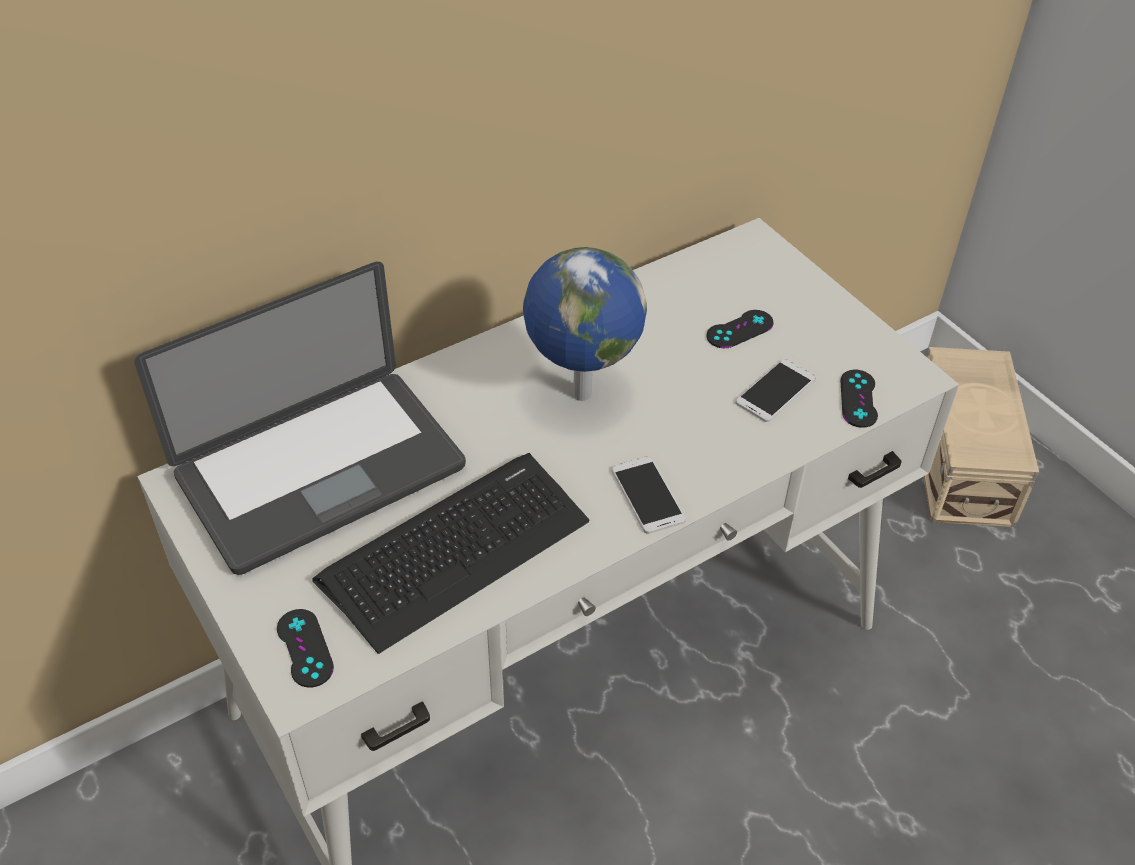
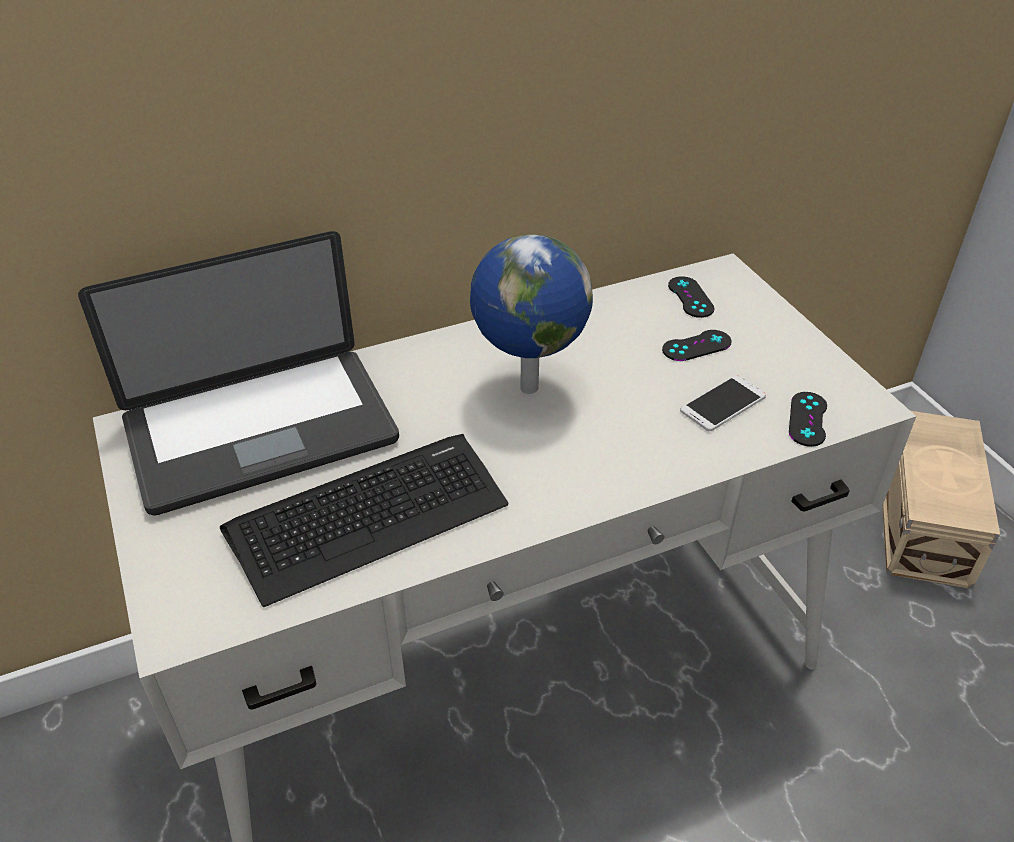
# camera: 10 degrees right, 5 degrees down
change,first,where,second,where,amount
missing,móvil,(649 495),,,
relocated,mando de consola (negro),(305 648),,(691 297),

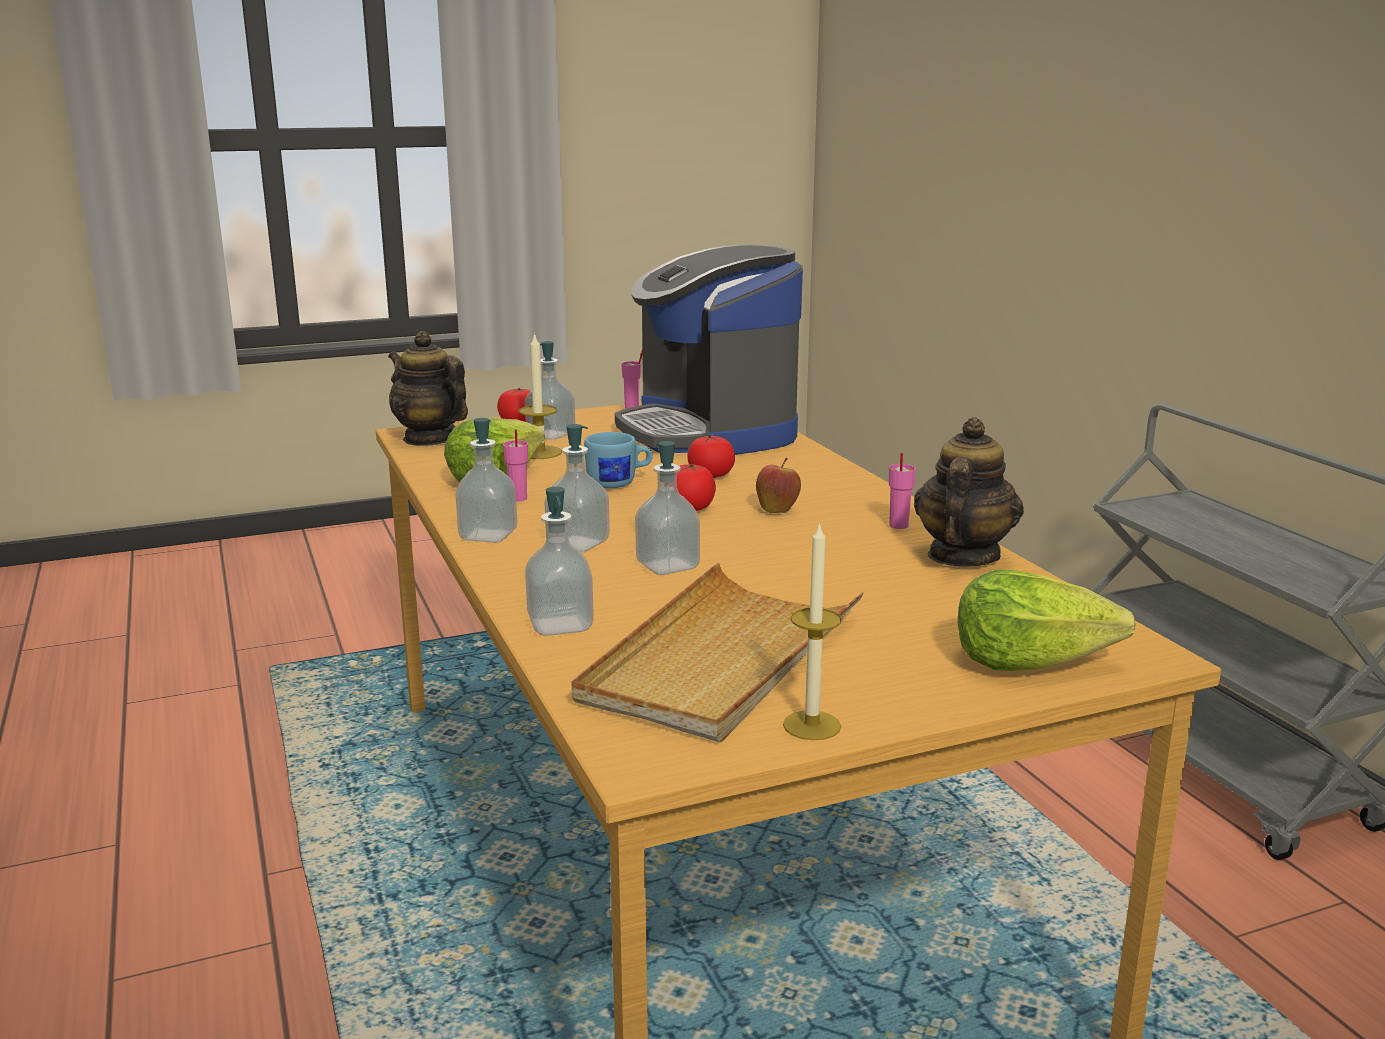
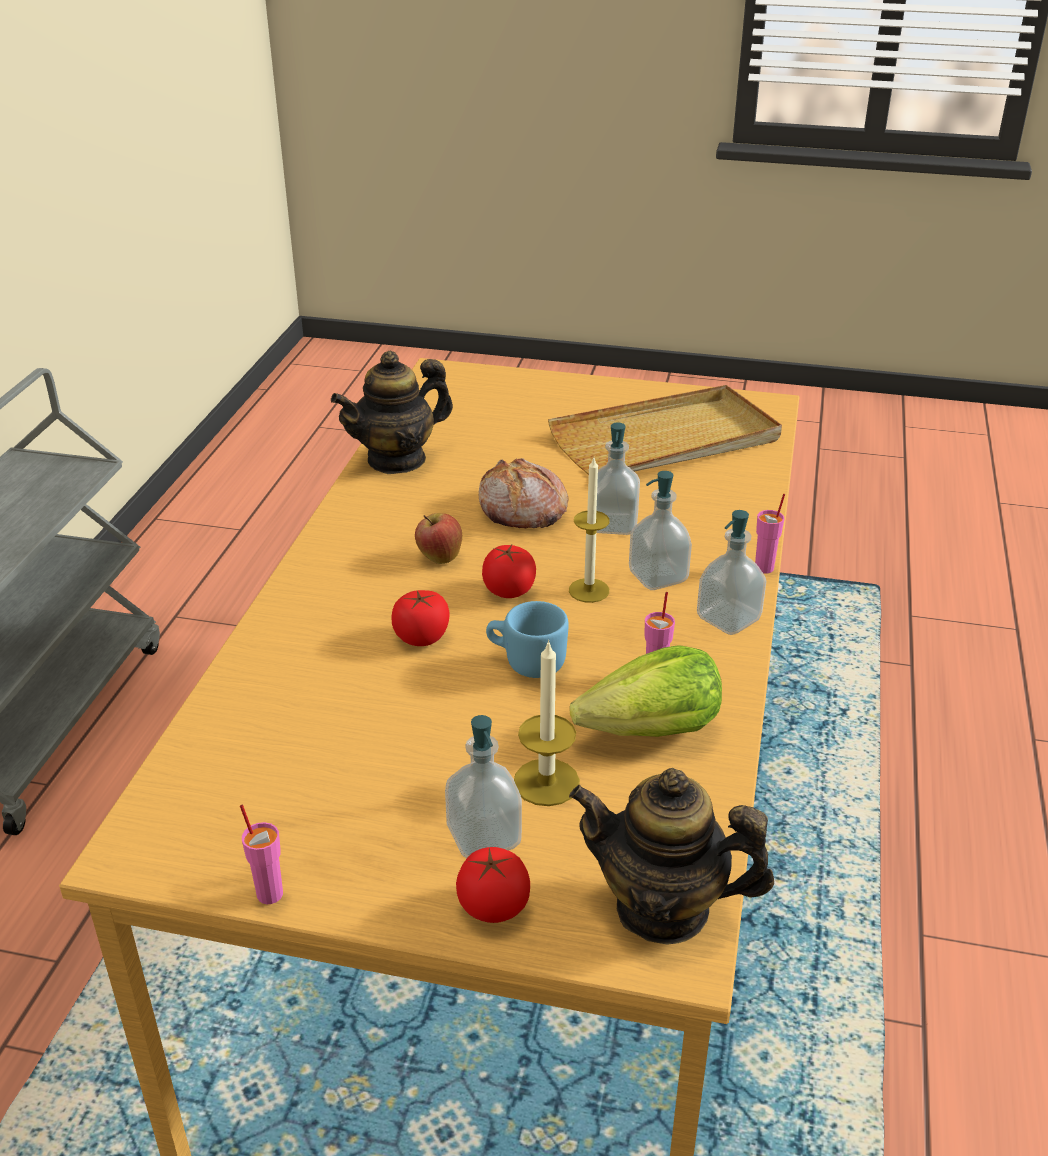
# camera: 145 degrees left, 15 degrees up
change,first,where,second,where,amount
missing,cafetera,(709 349),,,
spun,tetera,(428 388),,(671 856),120 degrees clockwise
relocated,taza (rosa),(902 491),,(770 534),
missing,dispensador de jabón,(559 561),,,
relocated,vela,(812 631),,(589 530),
missing,lechuga,(1047 620),,,
appeared,,,pan,(523 493),

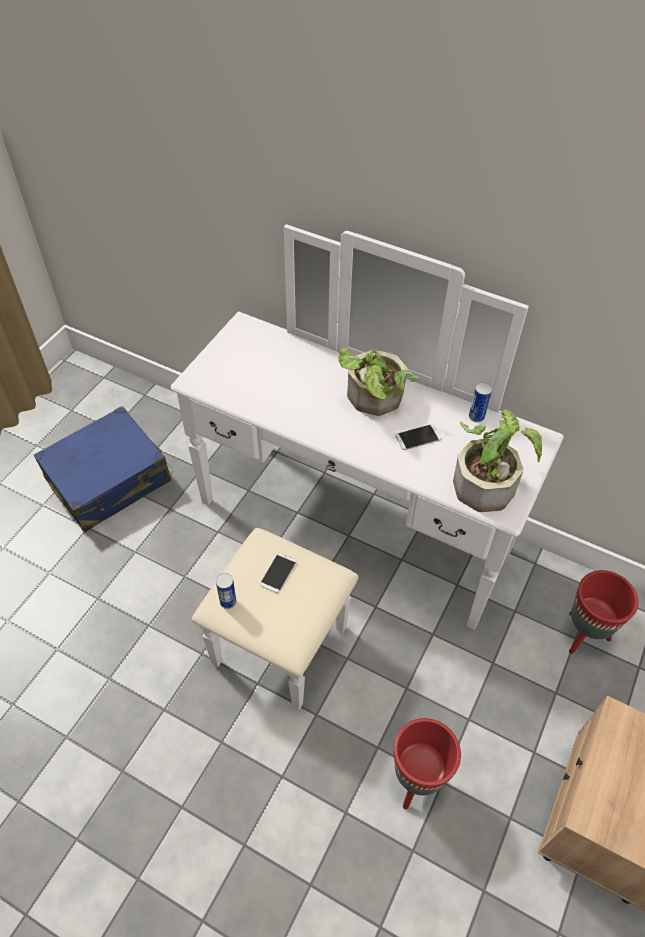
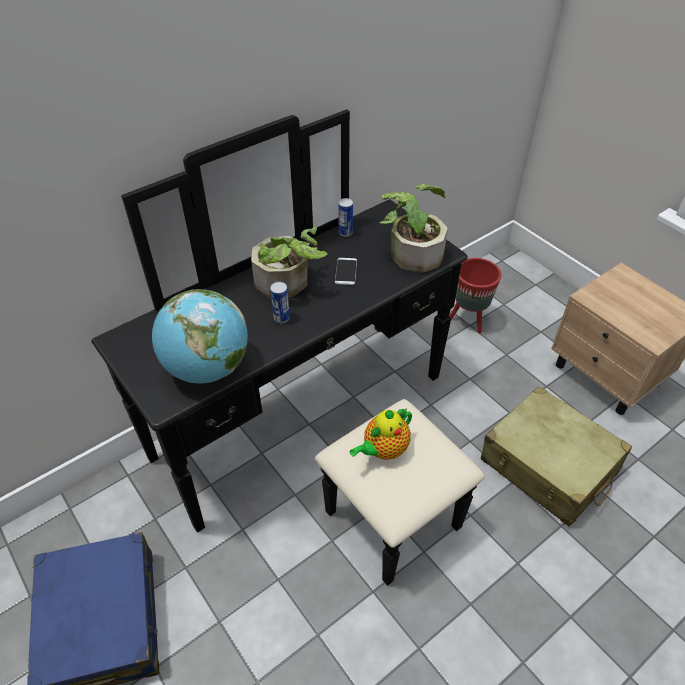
# camera: 65 degrees left, 5 degrees down
change,first,where,second,where,amount
colour,cómoda (blanco),(367 467),cómoda (negro),(288 347),
exchanged,móvil,(278 573),tetera,(381 434),
relocated,lata,(226 591),,(280 303),
exchanged,maceta (rojo),(427 763),maleta (beis),(556 456),
appeared,,,globo terráqueo,(200 336),

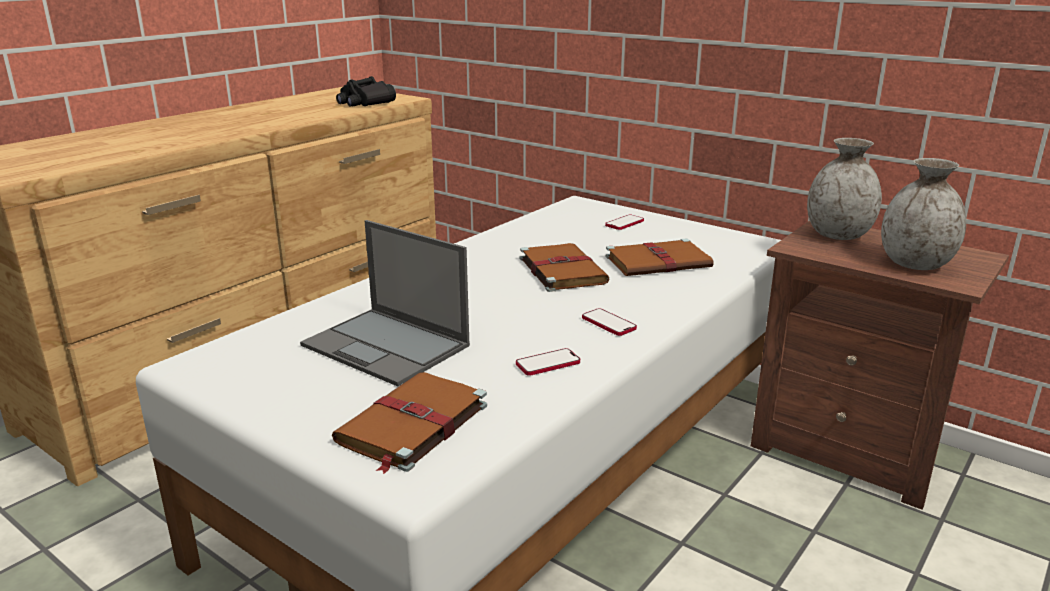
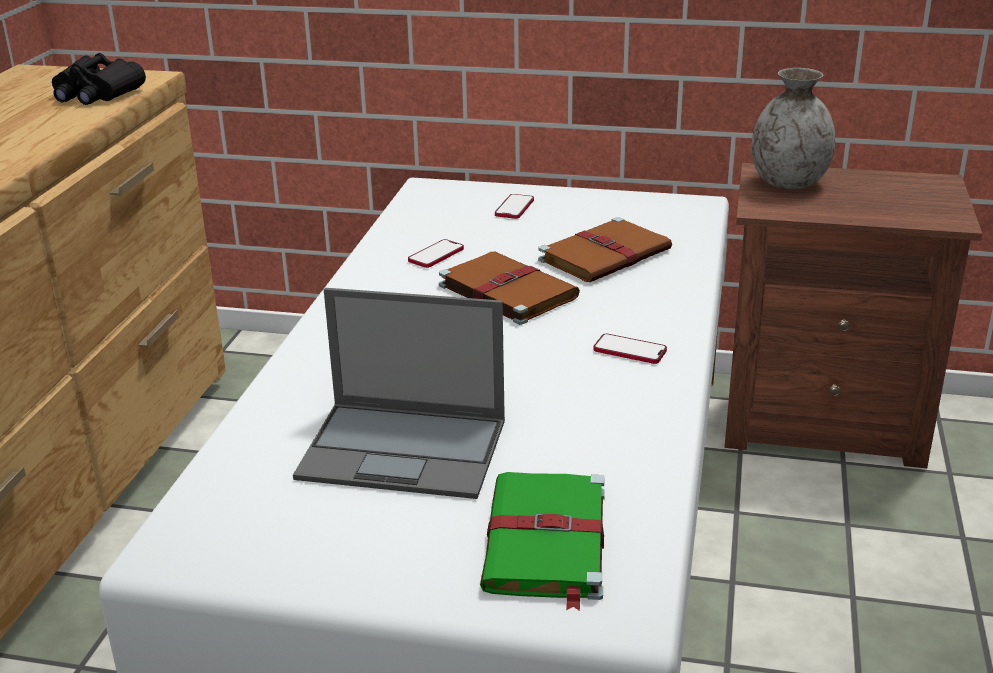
# camera: 25 degrees left, 5 degrees up
change,first,where,second,where,amount
missing,florero (gris),(923 214),,,
relocated,móvil,(548 362),,(436 253),
colour,libro (marrón),(409 423),libro (verde),(542 541),

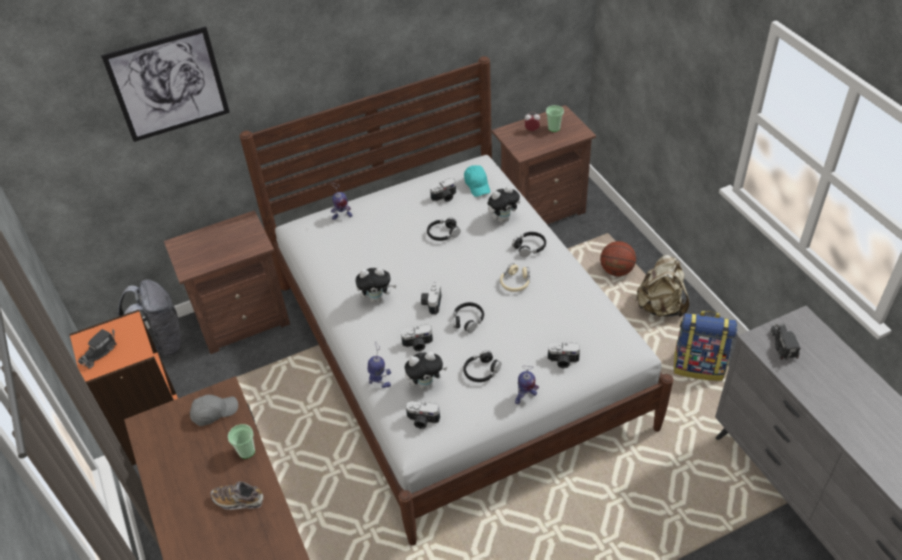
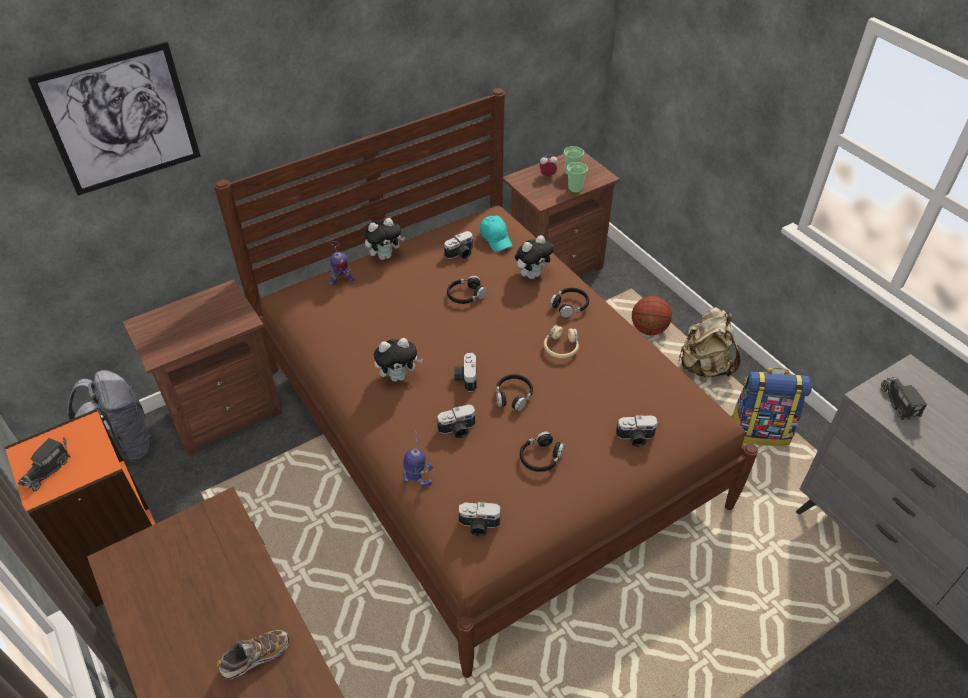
# camera: 10 degrees left, 0 degrees up
change,first,where,second,where,amount
colour,cama (blanco),(457 301),cama (marrón),(486 383),
relocated,peluche,(426 370),,(384 239),
missing,robot de juguete,(527 385),,,
missing,gorra (gris),(214 410),,,
relocated,taza,(241 441),,(577 177),
spun,zapato,(237 495),,(252 655),150 degrees clockwise

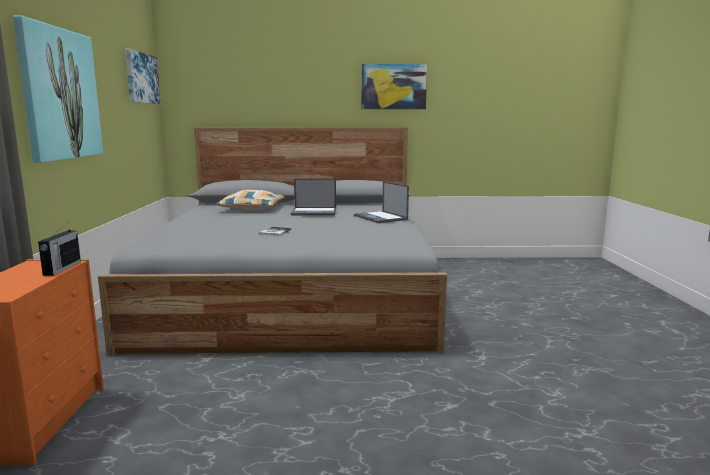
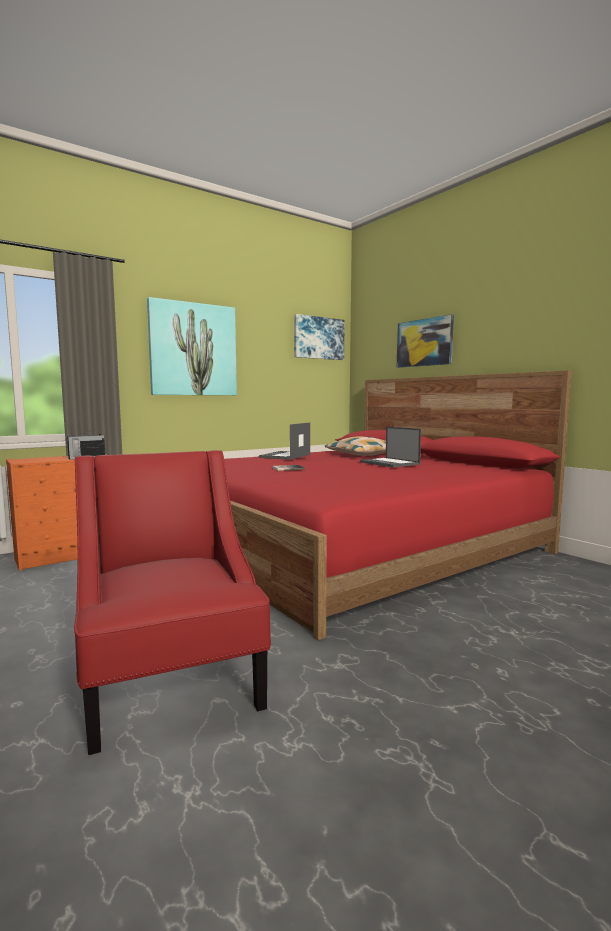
# camera: 55 degrees right, 5 degrees down
change,first,where,second,where,amount
relocated,cuadro,(394 86),,(425 341),
colour,cama (gris),(272 241),cama (rojo),(398 505),
relocated,portátil,(381 202),,(284 441),
appeared,,,sillón (rojo),(172 602),

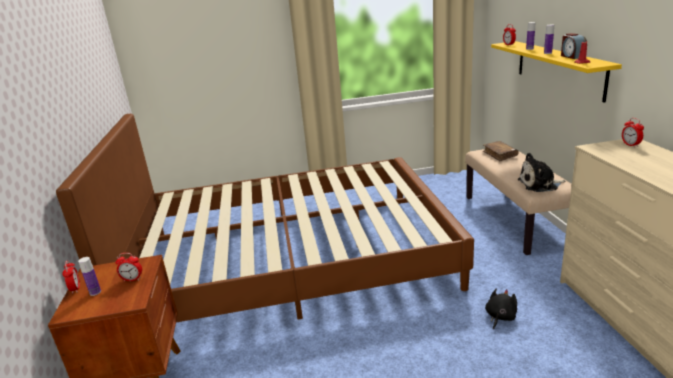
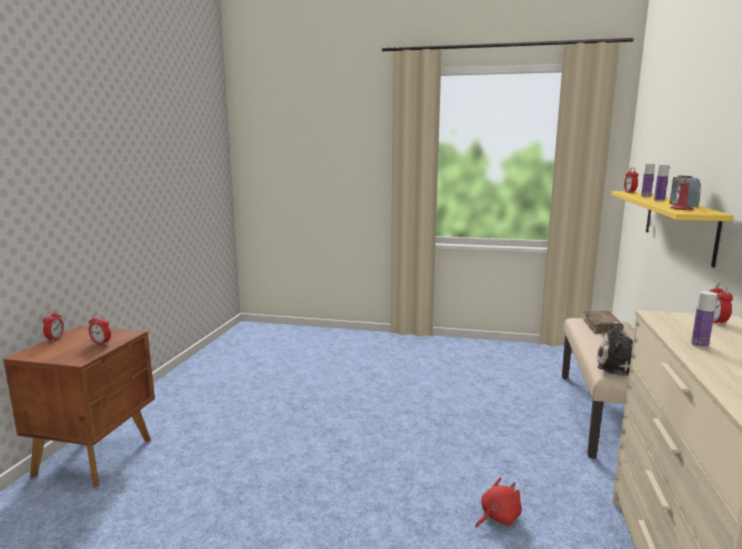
# camera: 20 degrees right, 10 degrees down
change,first,where,second,where,amount
missing,cama (marrón),(265 218),,,
relocated,botella,(89 276),,(704 319),
colour,peluche (negro),(501 309),peluche (rojo),(498 502),

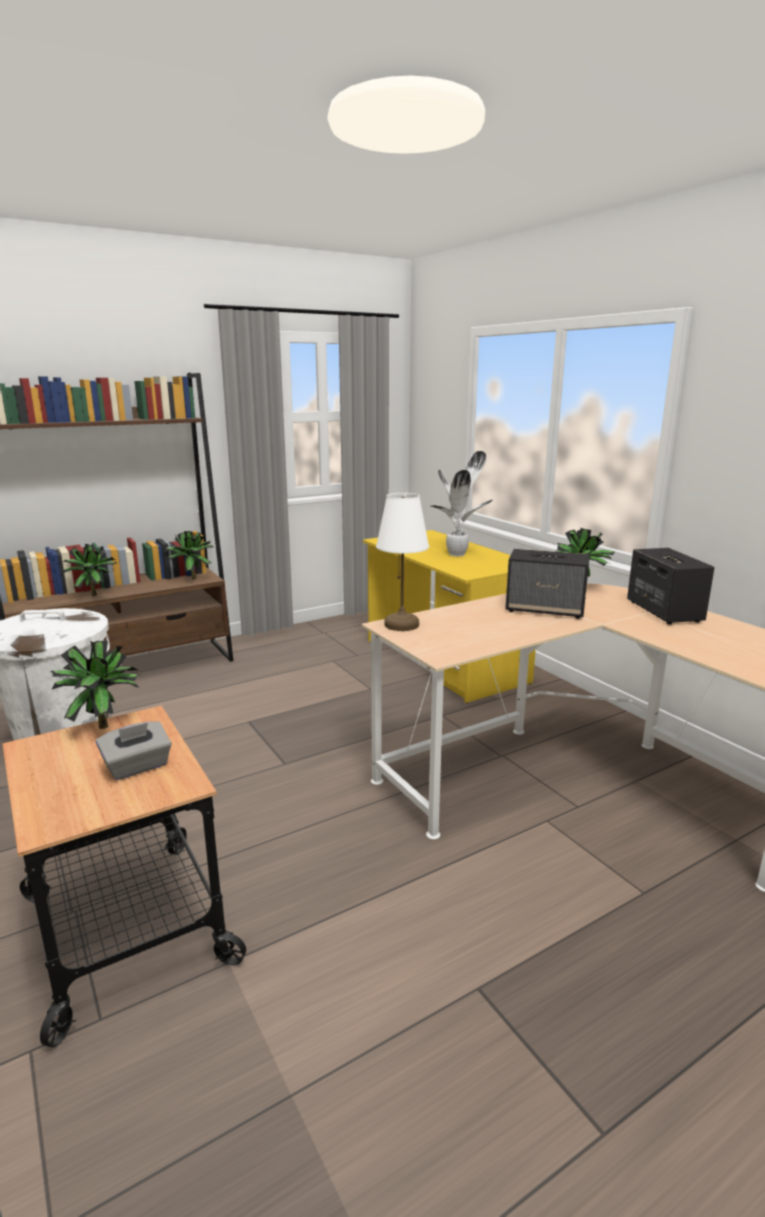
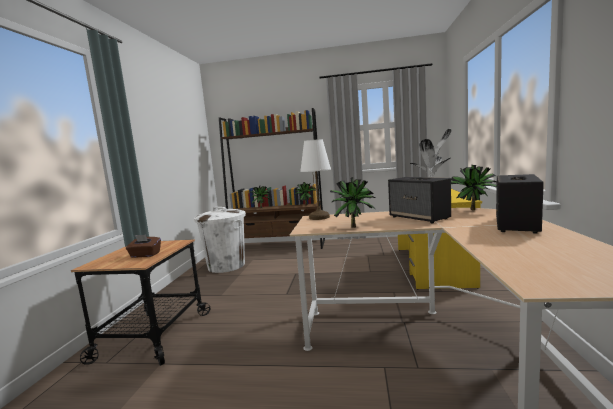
# camera: 40 degrees right, 10 degrees down
change,first,where,second,where,amount
relocated,planta en maceta,(97 685),,(352 202),
colour,caja de pañuelos (gris),(134 750),caja de pañuelos (marrón),(143 246),

